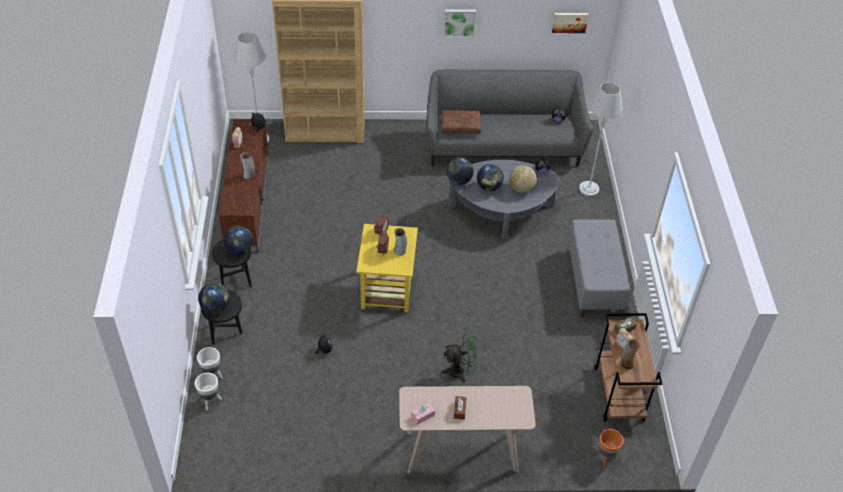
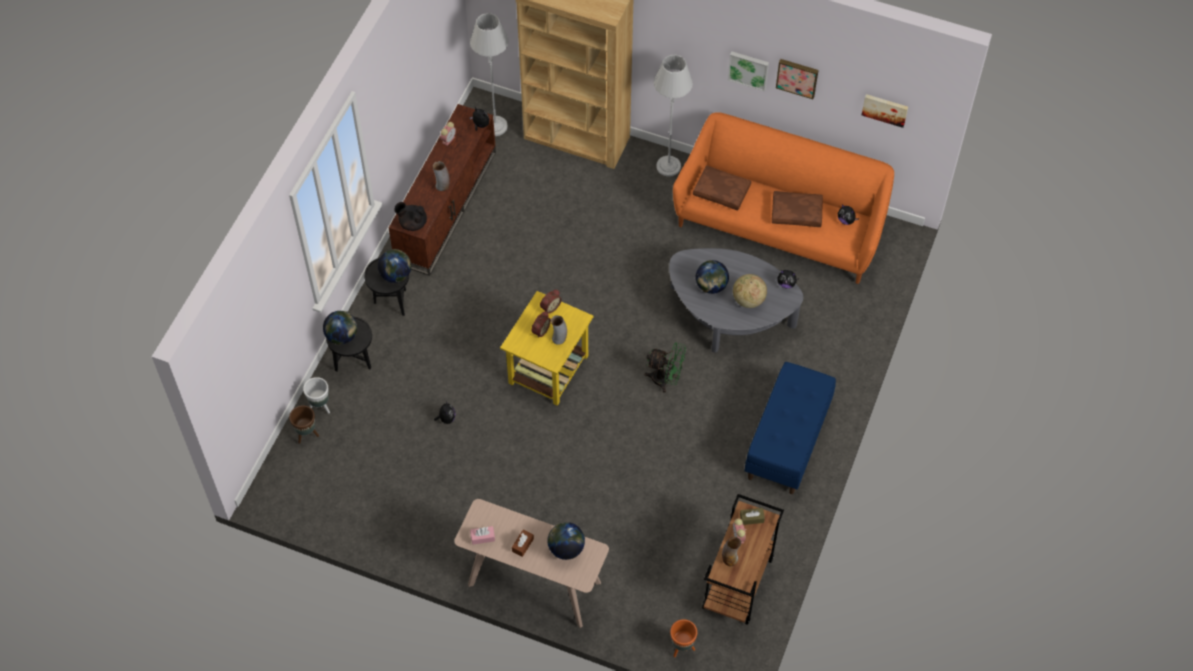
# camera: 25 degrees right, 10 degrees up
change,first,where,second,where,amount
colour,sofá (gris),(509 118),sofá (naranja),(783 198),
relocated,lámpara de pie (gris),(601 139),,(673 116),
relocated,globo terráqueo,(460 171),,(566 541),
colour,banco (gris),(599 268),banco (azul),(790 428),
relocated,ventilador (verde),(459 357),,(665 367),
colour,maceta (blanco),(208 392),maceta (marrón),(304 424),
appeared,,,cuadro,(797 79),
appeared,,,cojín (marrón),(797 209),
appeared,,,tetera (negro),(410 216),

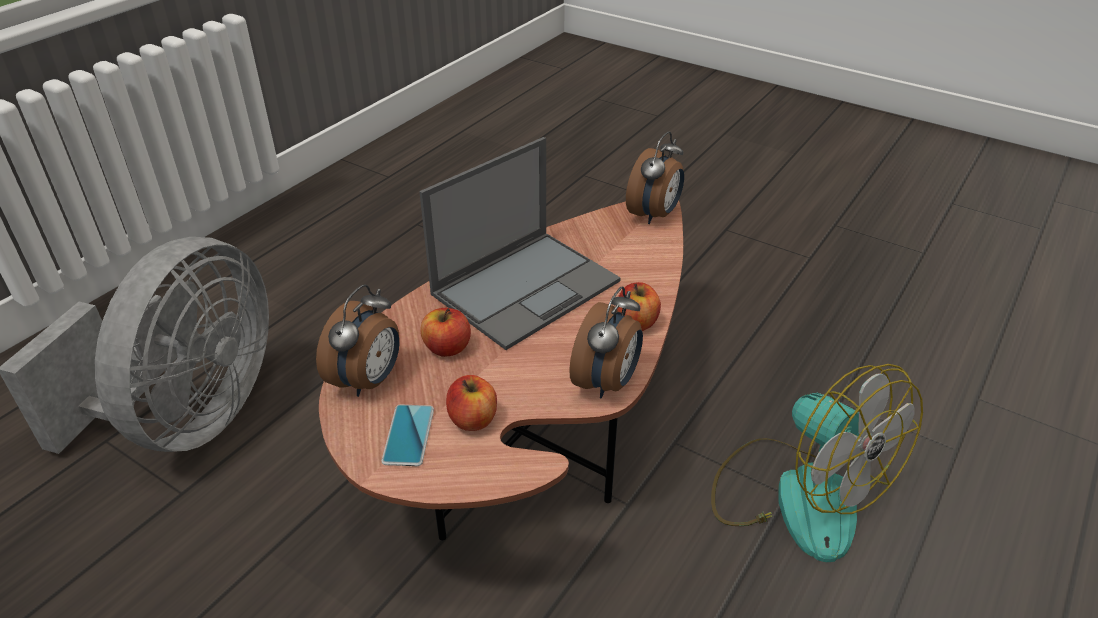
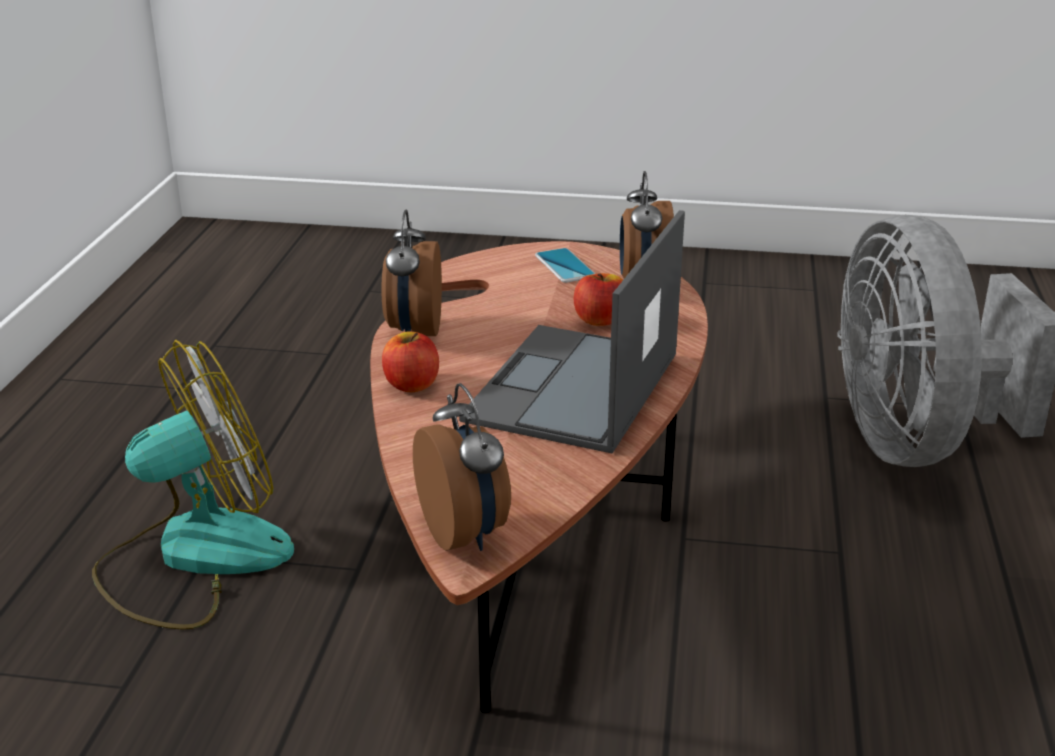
# camera: 155 degrees right, 10 degrees down
change,first,where,second,where,amount
spun,despertador,(655 177),,(462 467),150 degrees clockwise
spun,ventilador,(817 463),,(193 485),120 degrees clockwise
missing,manzana,(471 403),,,

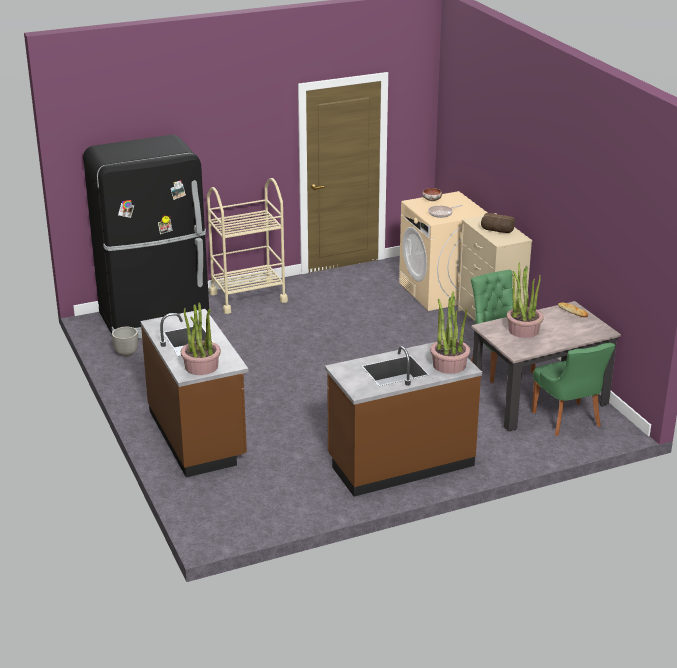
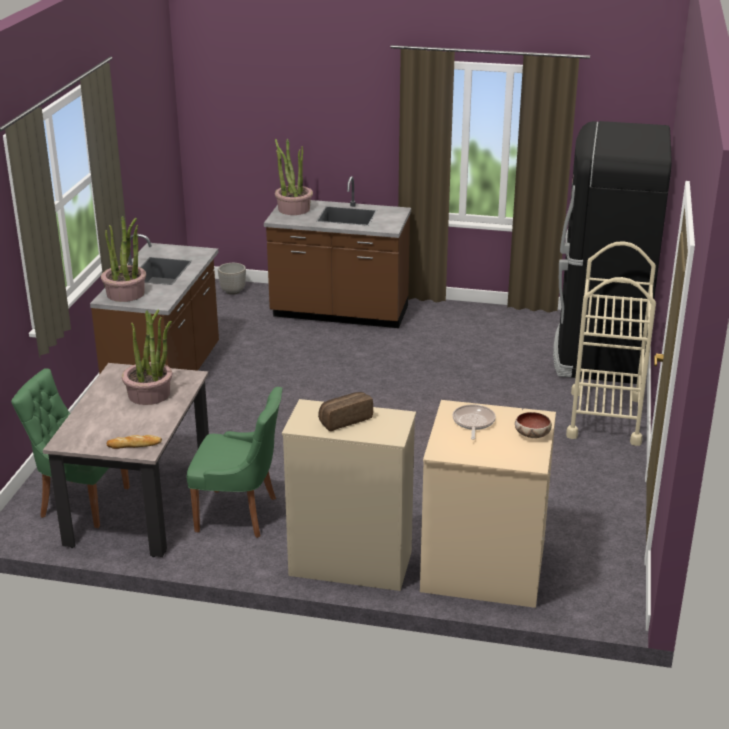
# camera: 125 degrees right, 0 degrees up
change,first,where,second,where,amount
relocated,maceta,(125 342),,(232 279),

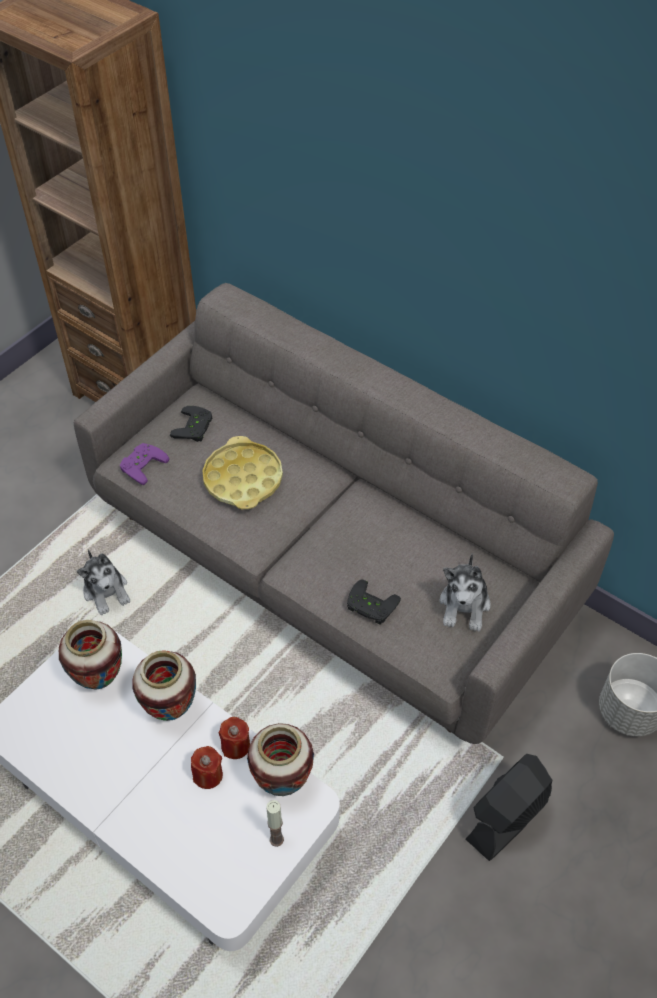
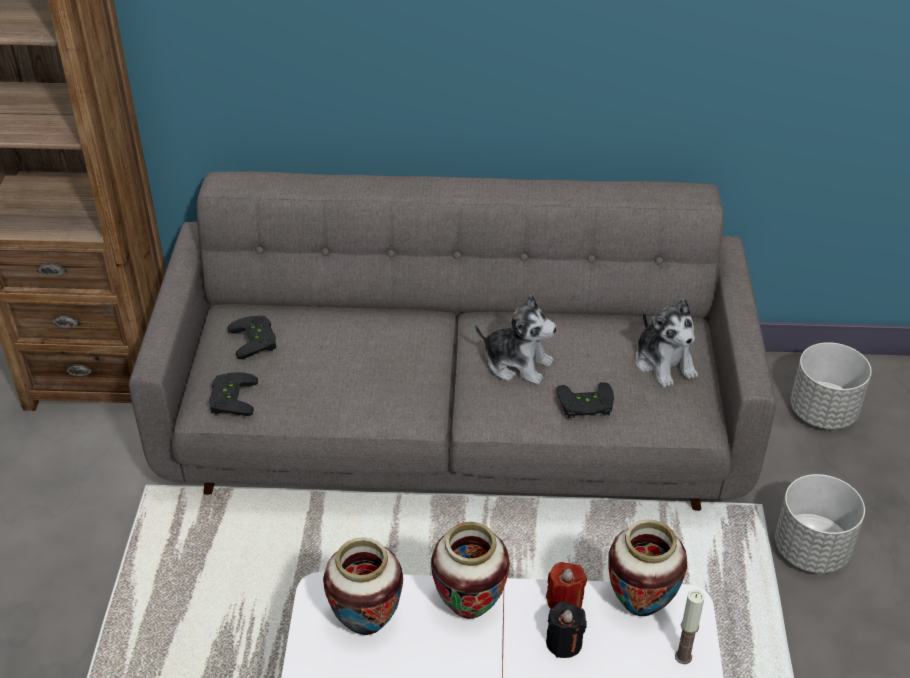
# camera: 35 degrees left, 10 degrees down
change,first,where,second,where,amount
missing,bandeja (amarillo),(242 472),,,
colour,mando de consola (morado),(144 464),mando de consola (negro),(233 394),
relocated,peluche,(103 582),,(516 339),
colour,vela (rojo),(207 767),vela (negro),(566 630),
exchanged,ventilador (negro),(509 807),maceta (gris),(820 523),

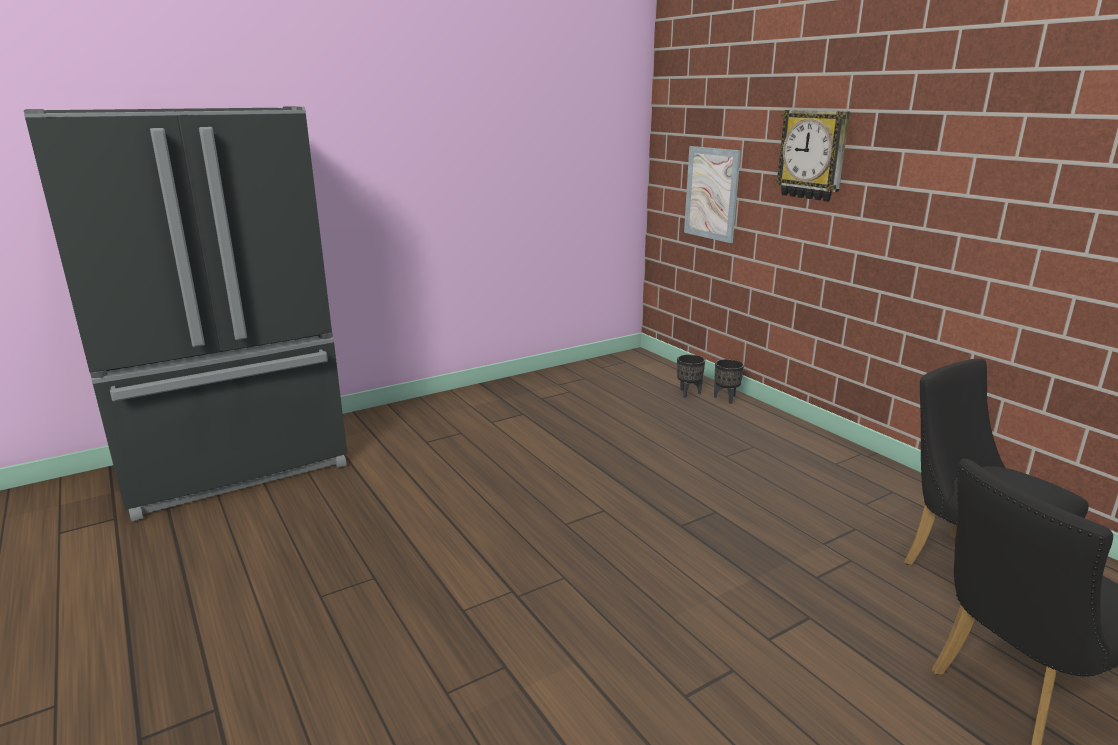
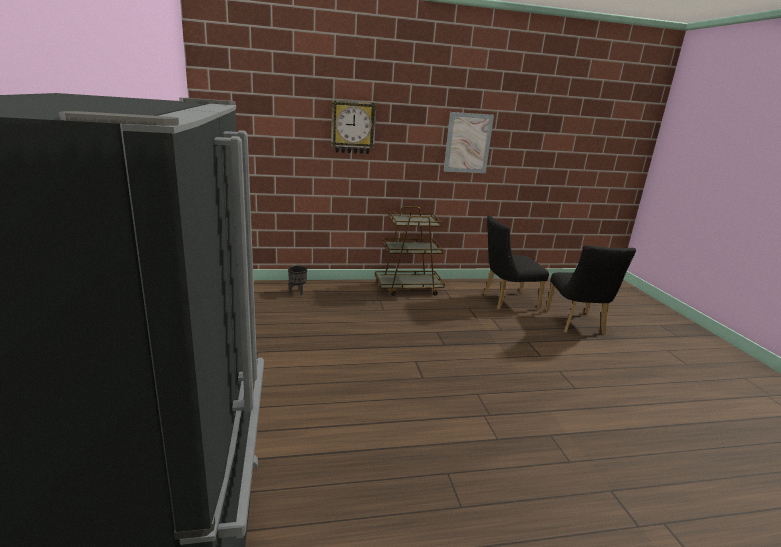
# camera: 70 degrees left, 0 degrees up
change,first,where,second,where,amount
relocated,cuadro,(712 194),,(469 142),
missing,maceta (negro),(729 381),,,
appeared,,,carrito (marrón),(410 251),

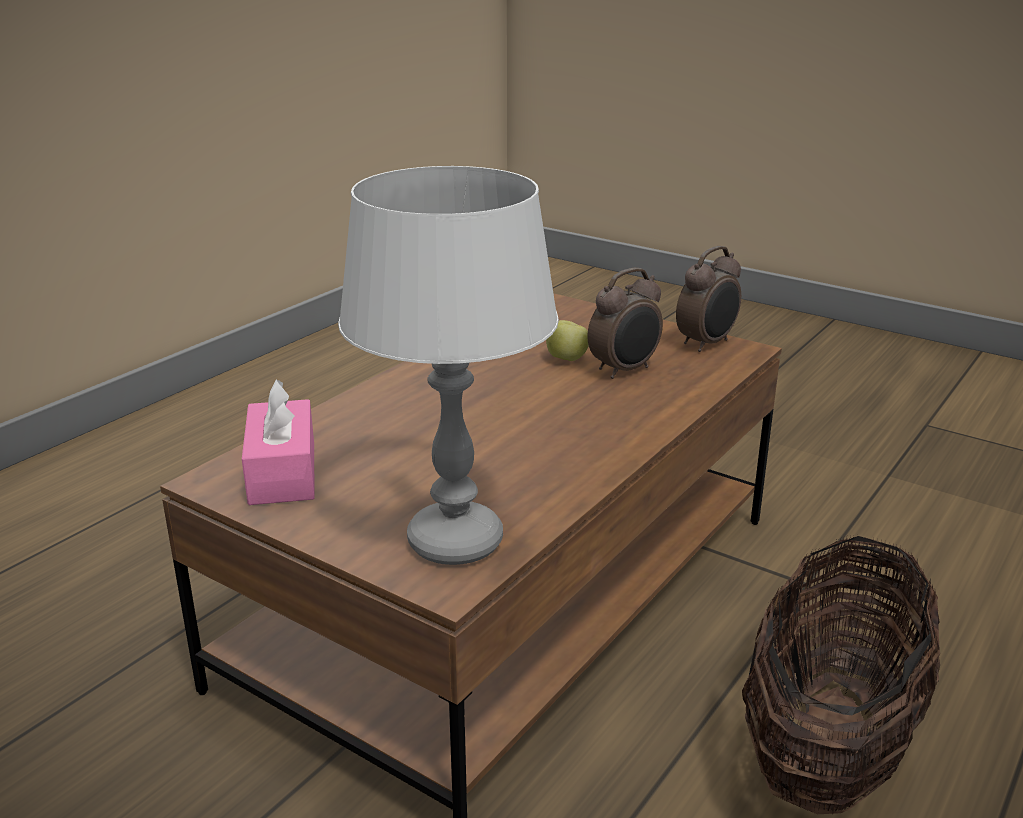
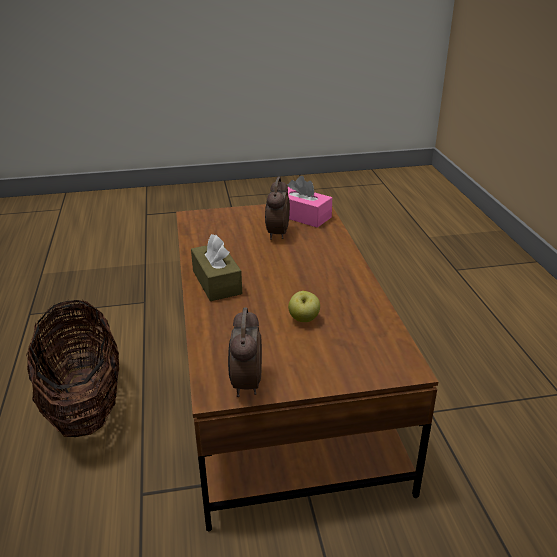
# camera: 135 degrees right, 5 degrees up
change,first,where,second,where,amount
missing,lámpara de mesa (gris),(448 365),,,
relocated,despertador,(625 323),,(277 208),
appeared,,,caja de pañuelos (marrón),(216 267),

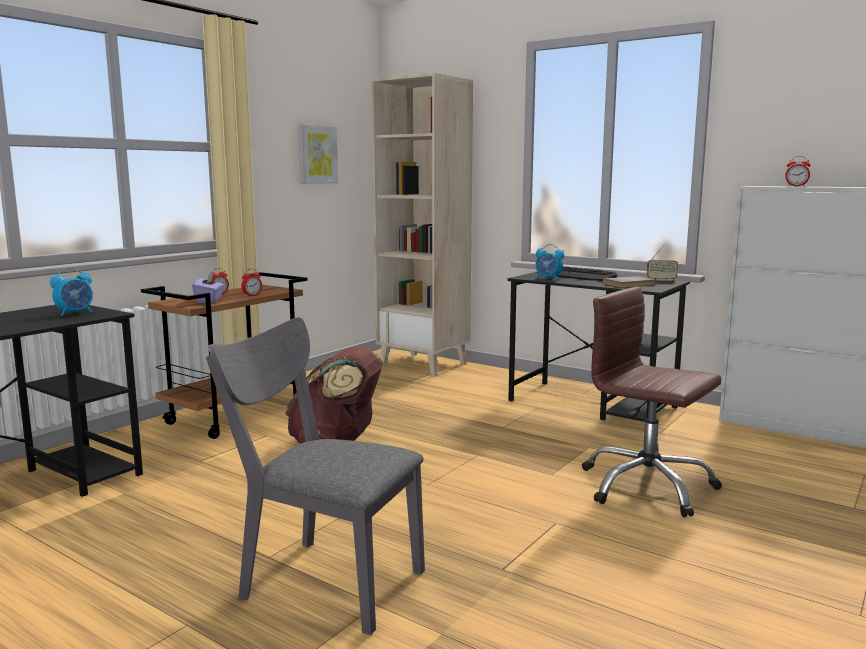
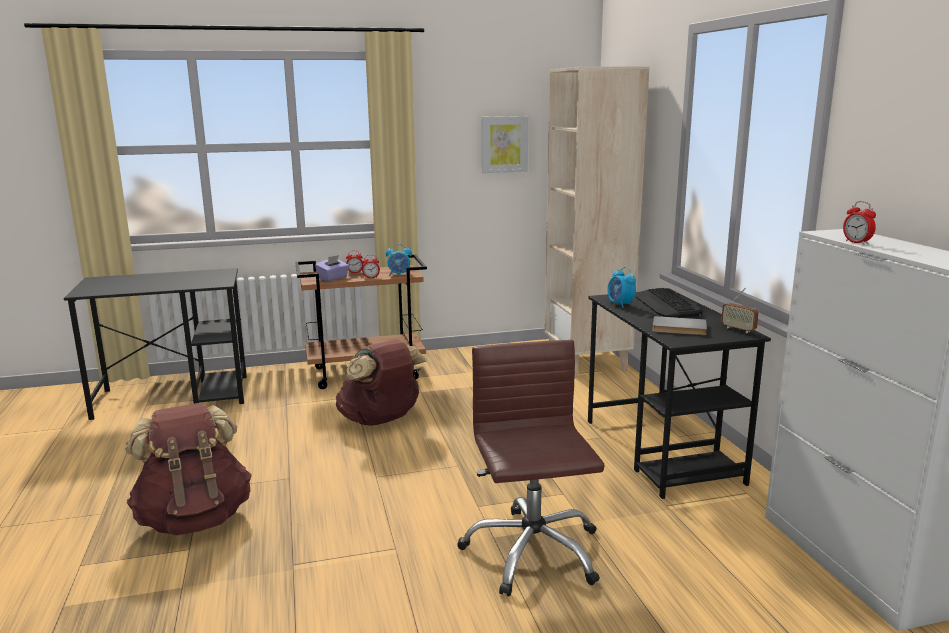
# camera: 40 degrees right, 5 degrees up
change,first,where,second,where,amount
relocated,despertador,(71 292),,(399 260),
exchanged,silla (gris),(315 476),mochila (marrón),(188 469),

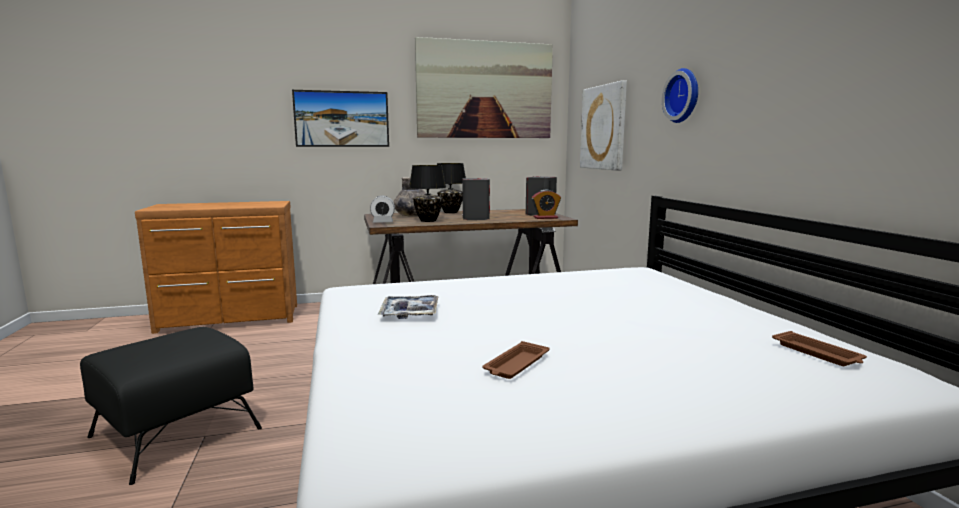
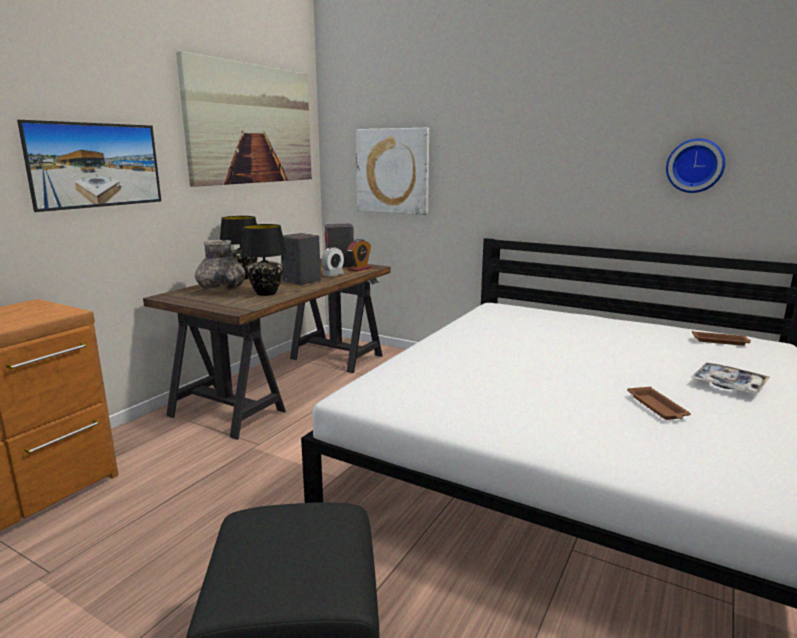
# camera: 45 degrees left, 5 degrees up
change,first,where,second,where,amount
relocated,reloj de pared,(680 95),,(695 165),
relocated,despertador,(382 209),,(333 262),
relocated,bandeja,(408 307),,(730 378),

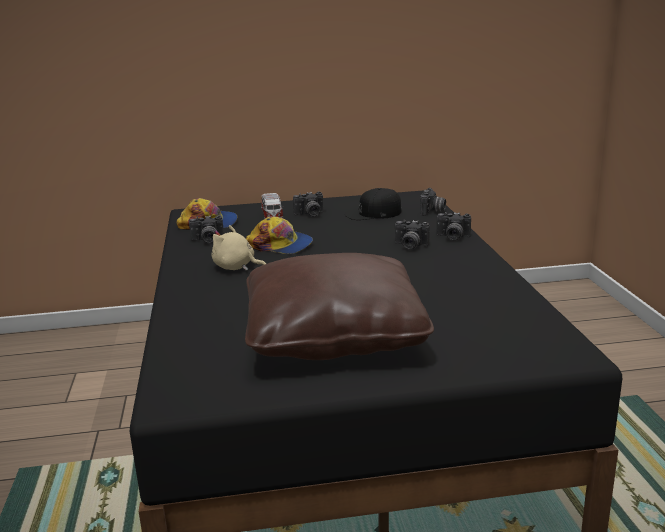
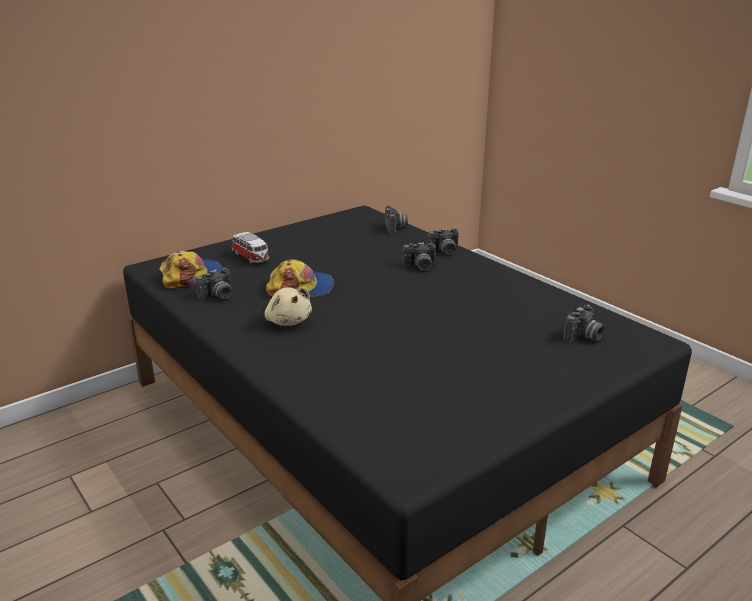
# camera: 30 degrees left, 5 degrees up
change,first,where,second,where,amount
missing,gorra (negro),(373 204),,,
relocated,cámara,(308 203),,(584 323),
spun,peluche (beis),(239 248),,(288 306),120 degrees counterclockwise
missing,cojín (marrón),(339 306),,,

